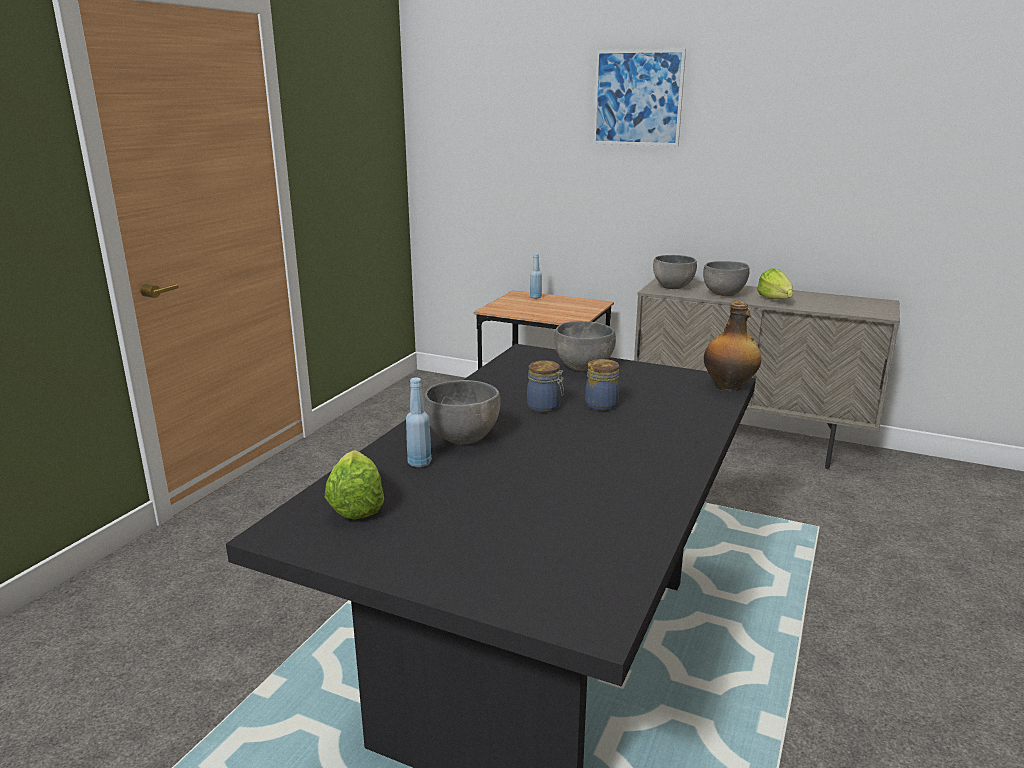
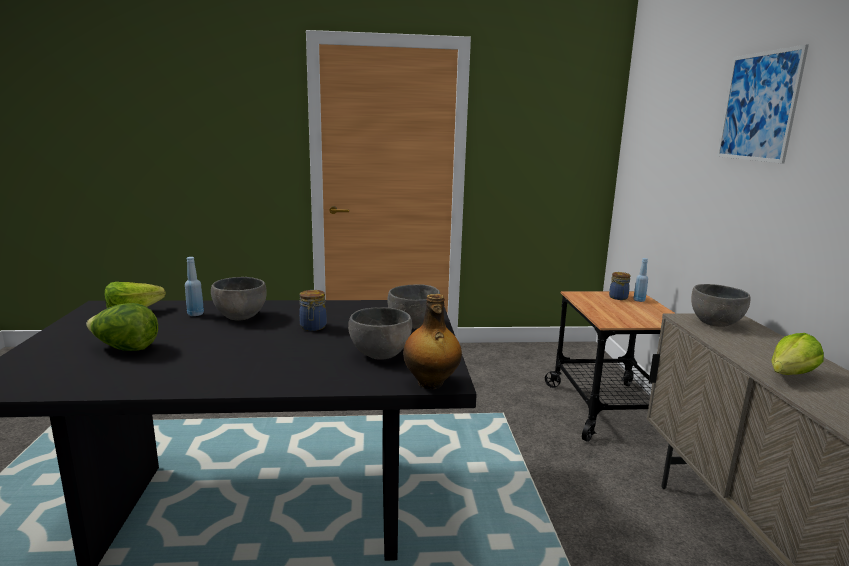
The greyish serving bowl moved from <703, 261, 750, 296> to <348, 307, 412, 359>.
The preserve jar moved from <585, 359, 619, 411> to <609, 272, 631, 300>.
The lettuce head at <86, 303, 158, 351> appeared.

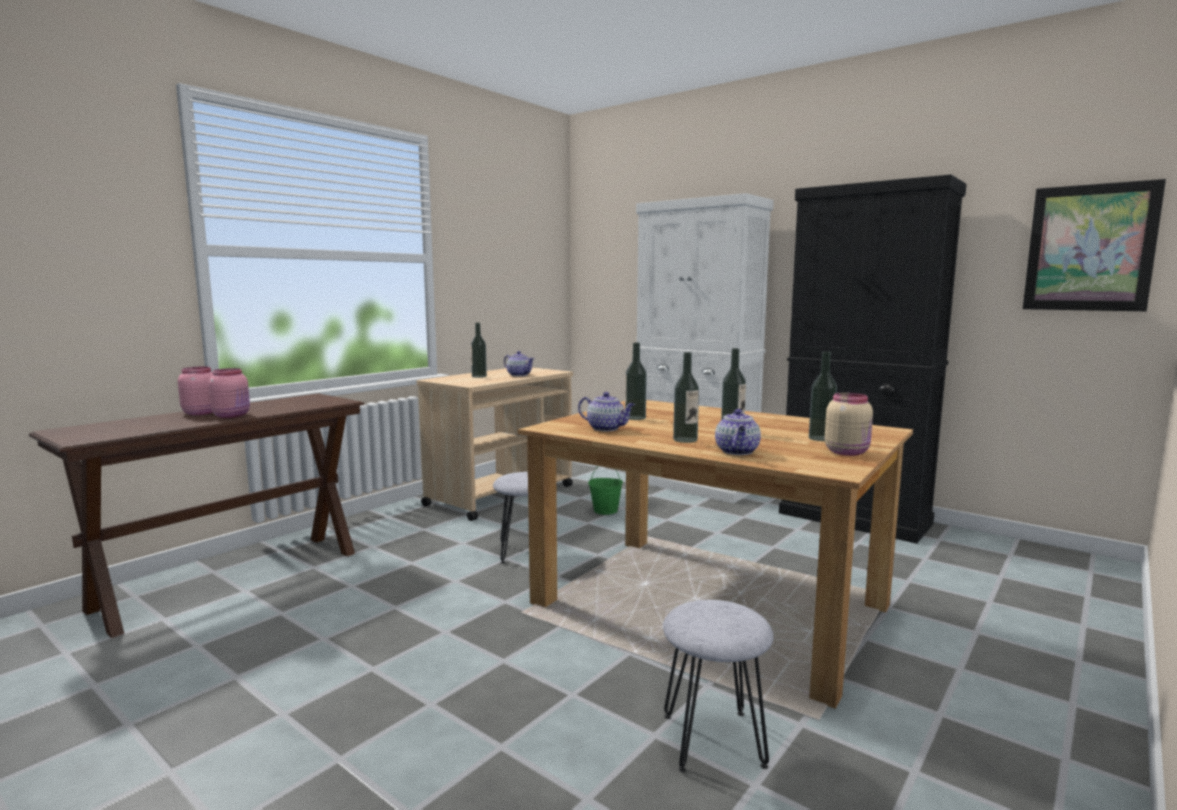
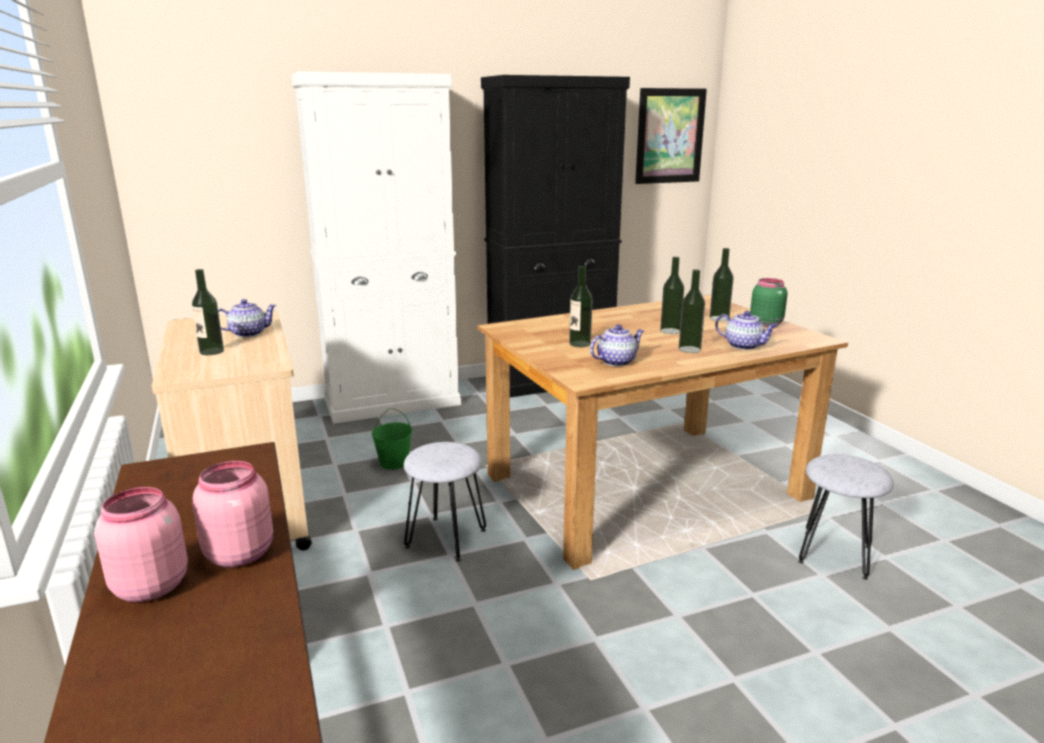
The beige-coloured preserve jar at <825, 393, 873, 456> became the greenish preserve jar at <750, 278, 788, 327>.

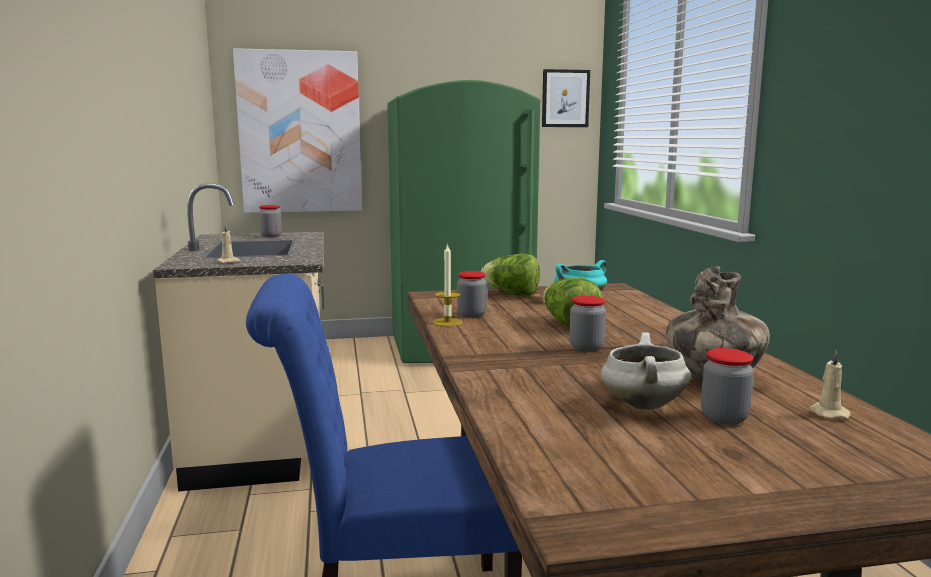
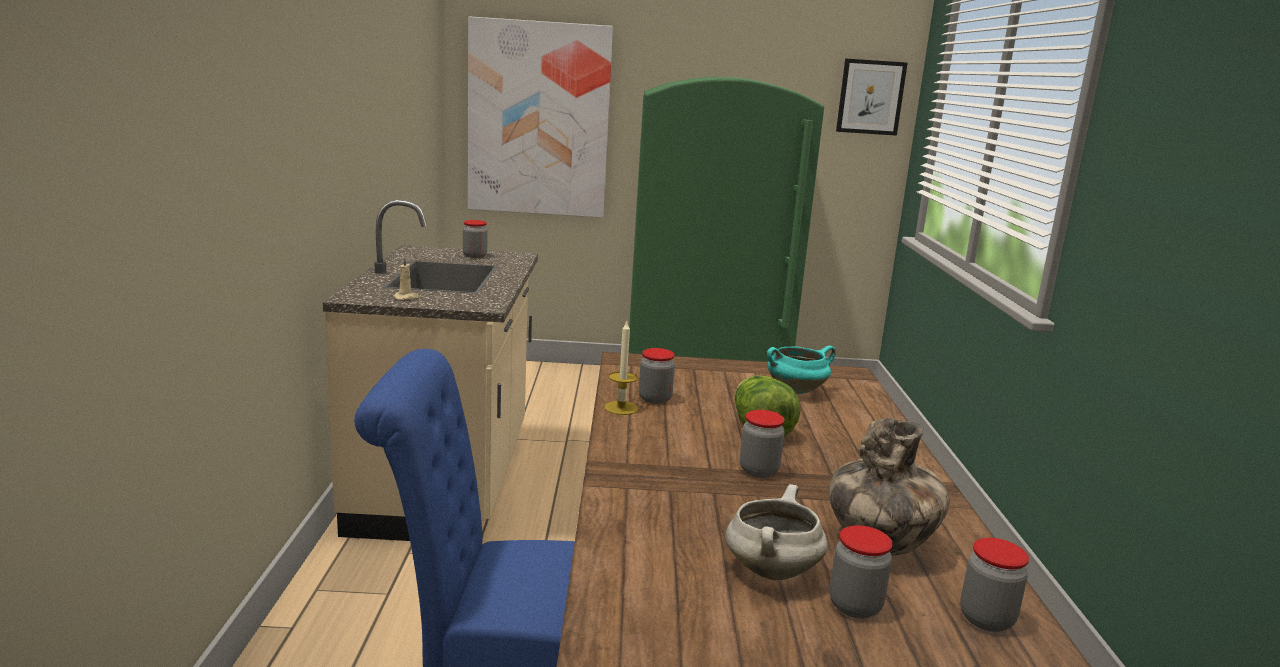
The lettuce head at <481, 254, 540, 296> disappeared.
The beige-coloured wax light at <810, 350, 850, 419> was replaced by the preserve jar at <960, 538, 1029, 632>.

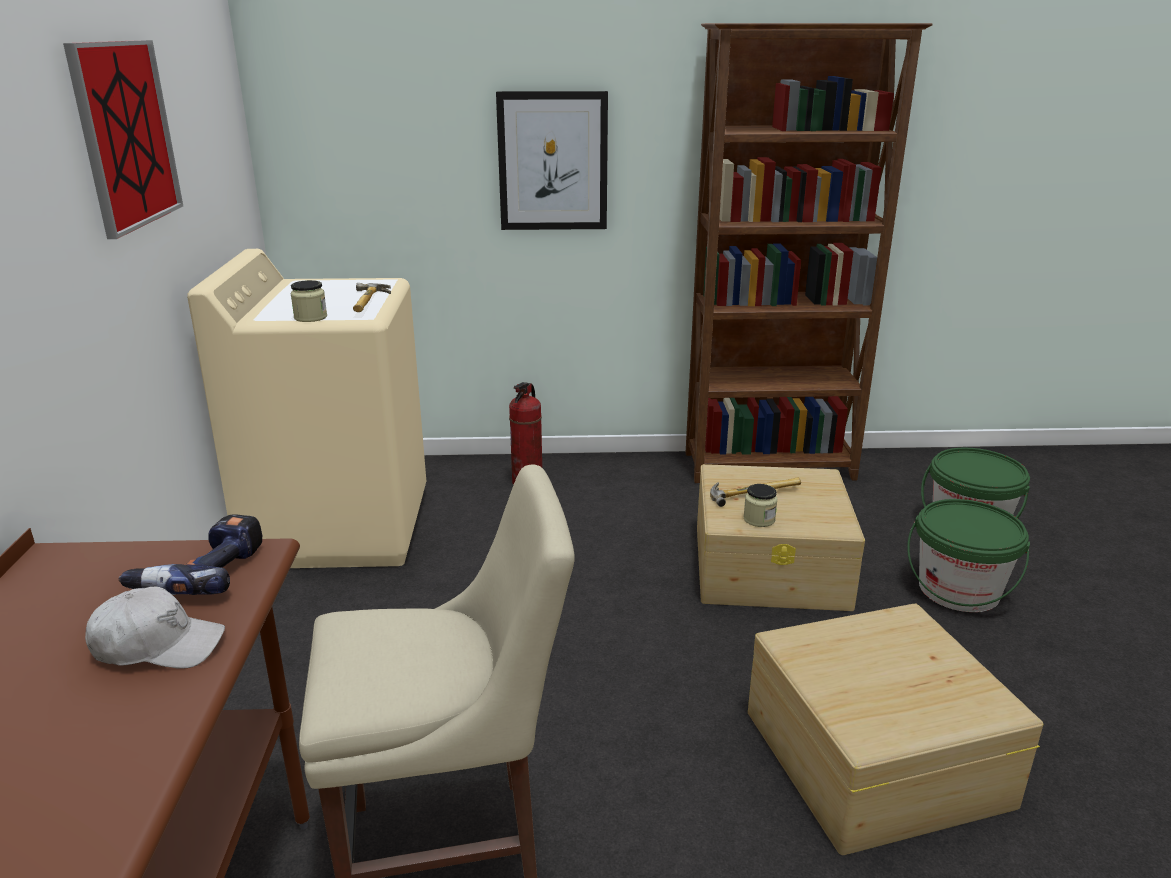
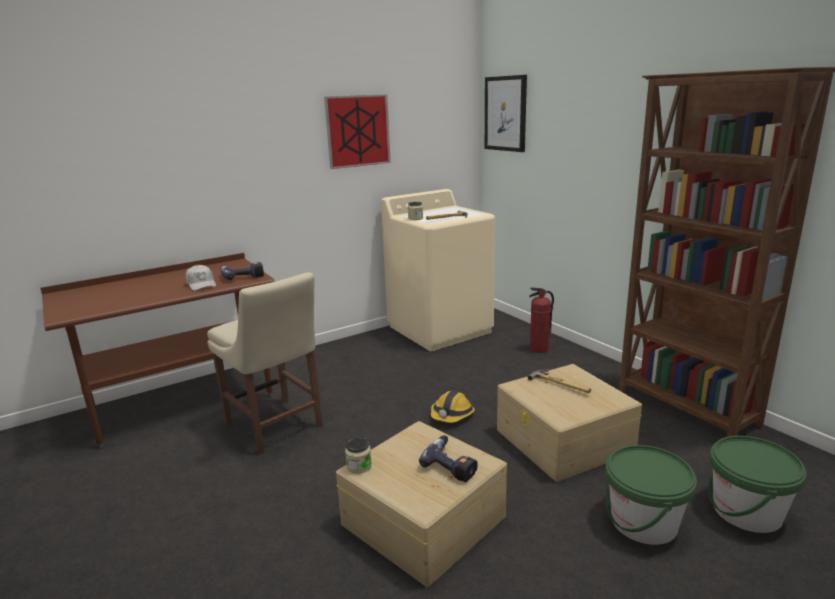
The picture moved from <496, 91, 608, 230> to <485, 75, 527, 152>.
The preserve jar moved from <743, 484, 778, 527> to <345, 437, 372, 474>.
The hard hat at <431, 390, 475, 423> appeared.
The power drill at <419, 435, 478, 482> appeared.

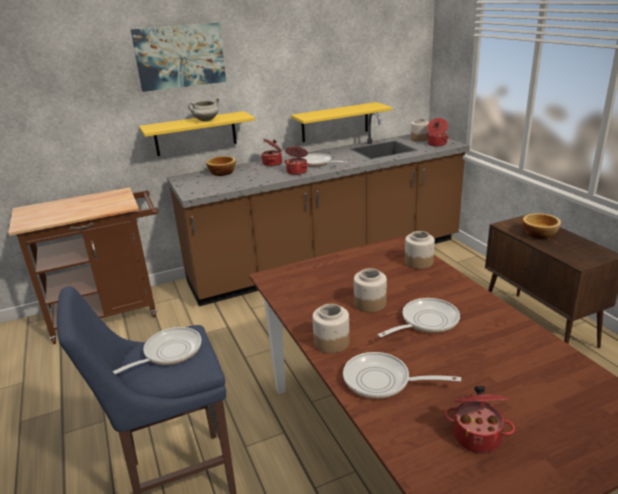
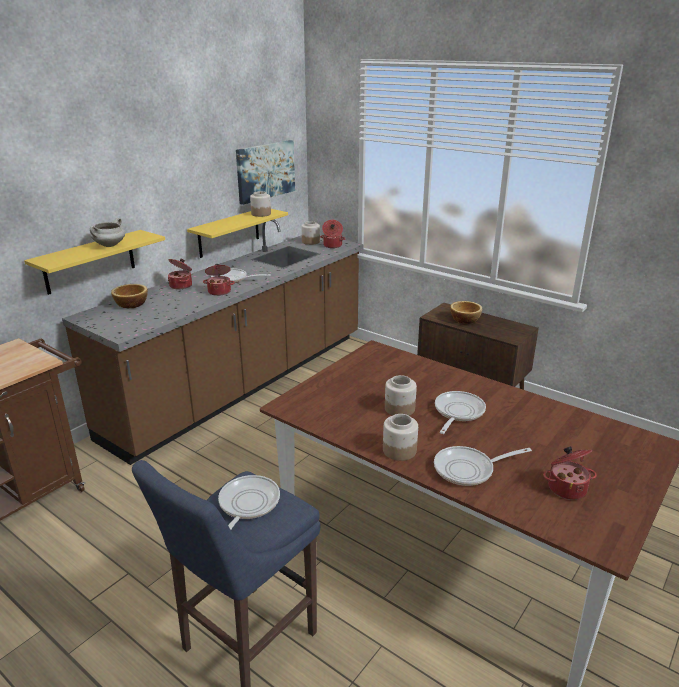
The picture moved from <130, 22, 226, 92> to <236, 140, 295, 205>.
The preserve jar moved from <405, 231, 435, 269> to <250, 191, 271, 217>.

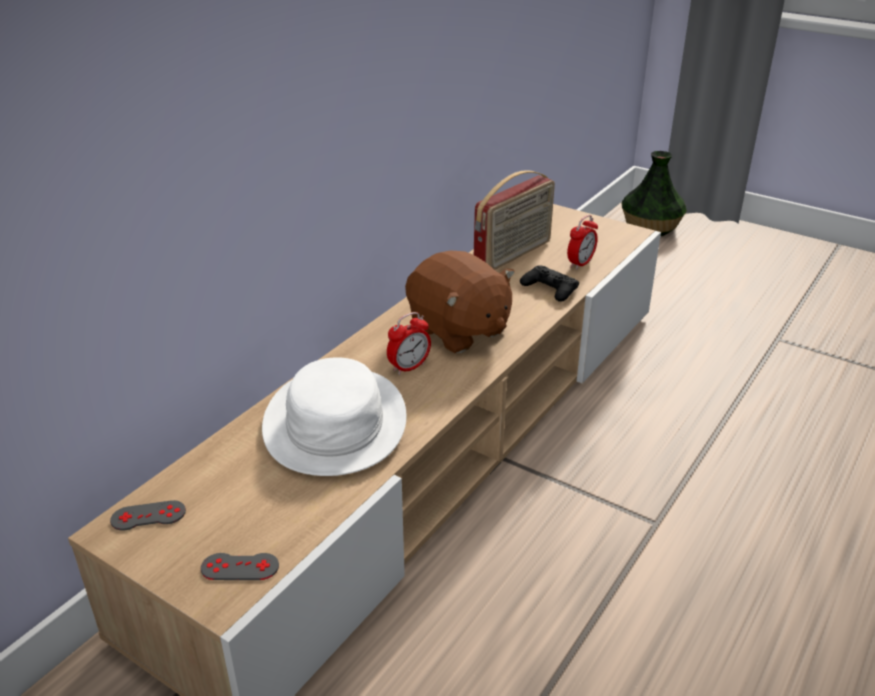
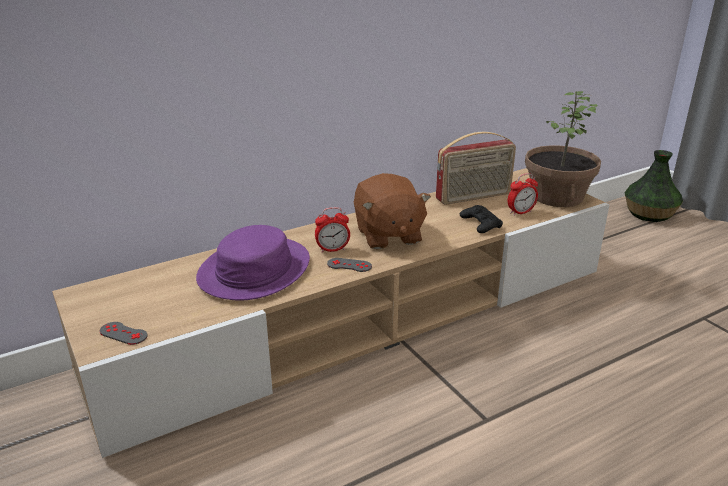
The white clothing hat at <262, 357, 407, 476> became the purplish clothing hat at <196, 225, 310, 301>.
The greyish joypad moved from <110, 500, 186, 530> to <327, 258, 372, 272>.
The plant in a pot at <525, 91, 601, 207> appeared.

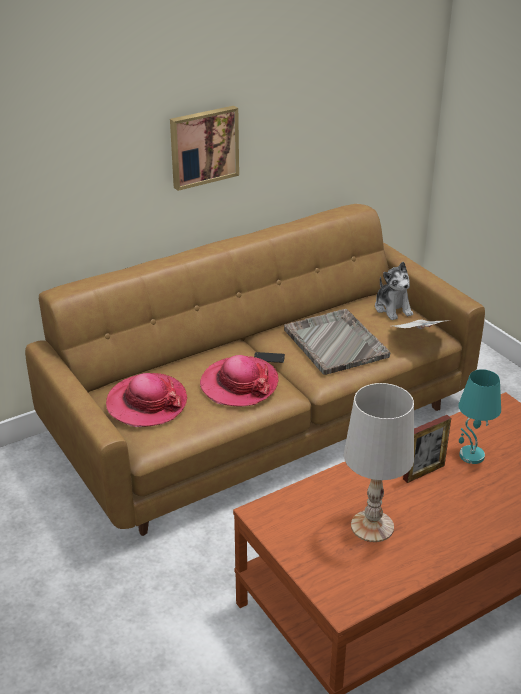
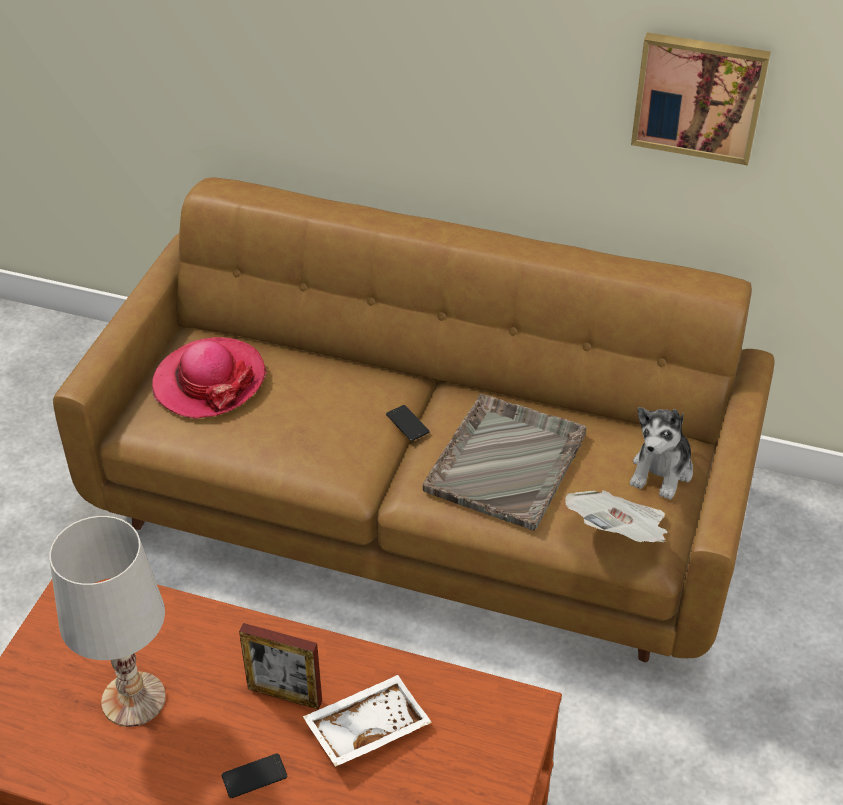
The picture moved from <170, 106, 239, 191> to <631, 32, 771, 165>.
The clothing hat at <200, 355, 279, 406> disappeared.
The blue-green table lamp at <458, 369, 501, 464> was replaced by the white serving tray at <303, 675, 432, 767>.
The telephone at <222, 754, 287, 798> appeared.

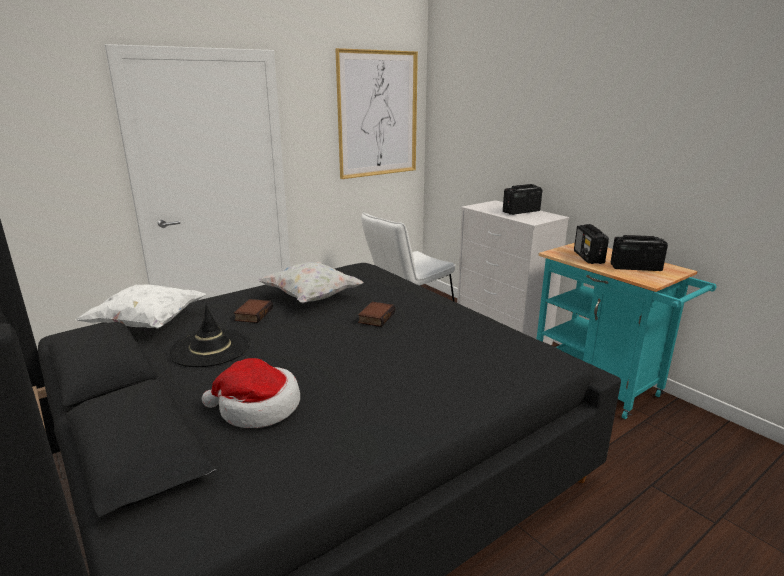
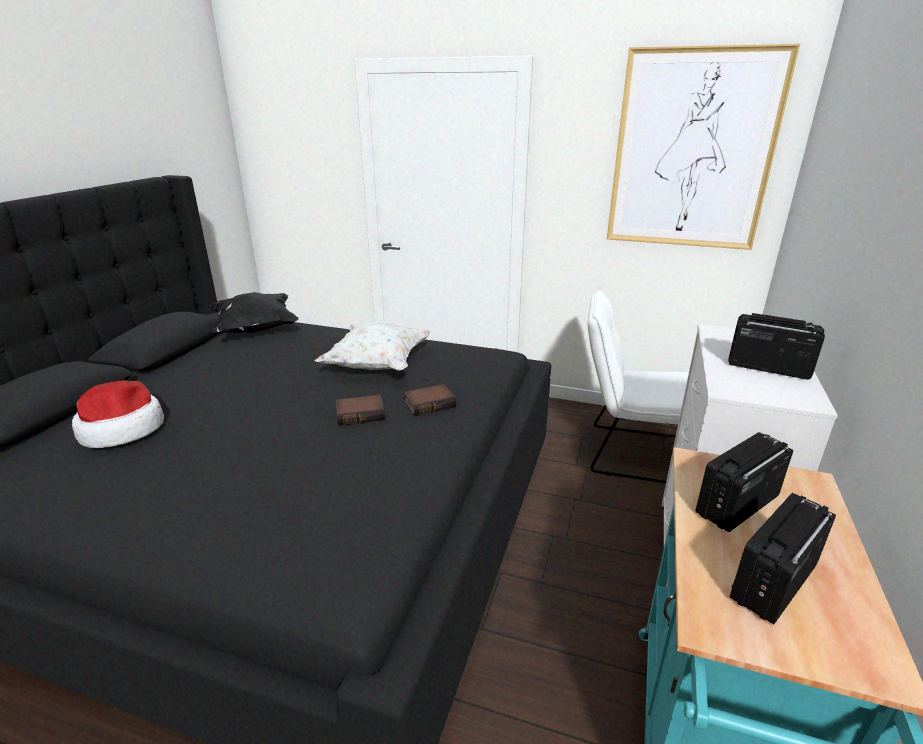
The radio receiver at <611, 235, 668, 271> turned 105 degrees counterclockwise.
The white cushion at <75, 284, 206, 329> became the blackish cushion at <210, 292, 299, 334>.
The bound book moved from <234, 299, 273, 323> to <404, 384, 456, 416>.
The blackish clothing hat at <168, 305, 251, 367> disappeared.

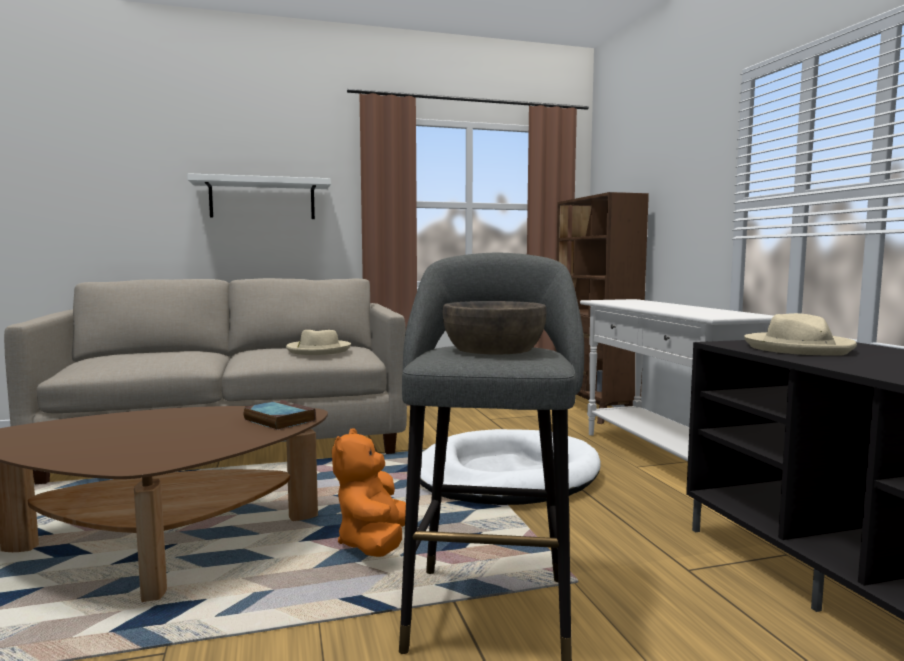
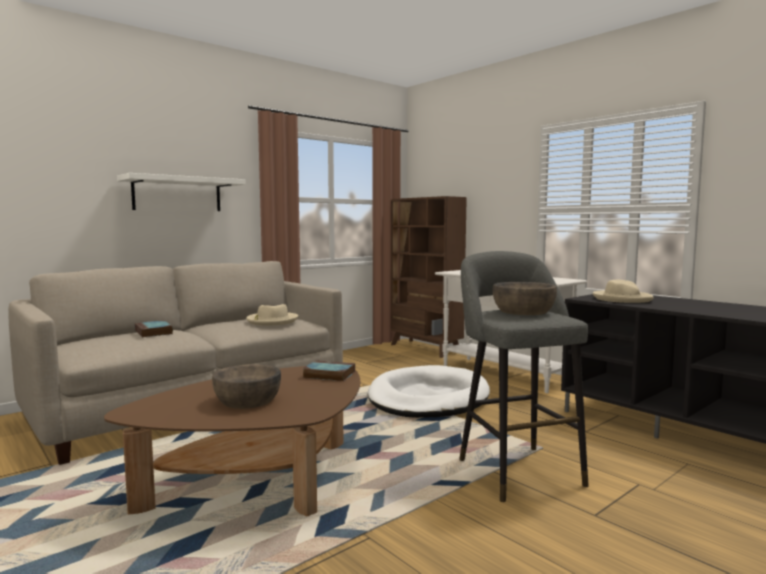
The orange-coloured cuddly toy at <332, 428, 406, 557> disappeared.
The bound book at <135, 320, 173, 337> appeared.
The brown-coloured serving bowl at <212, 364, 281, 409> appeared.

